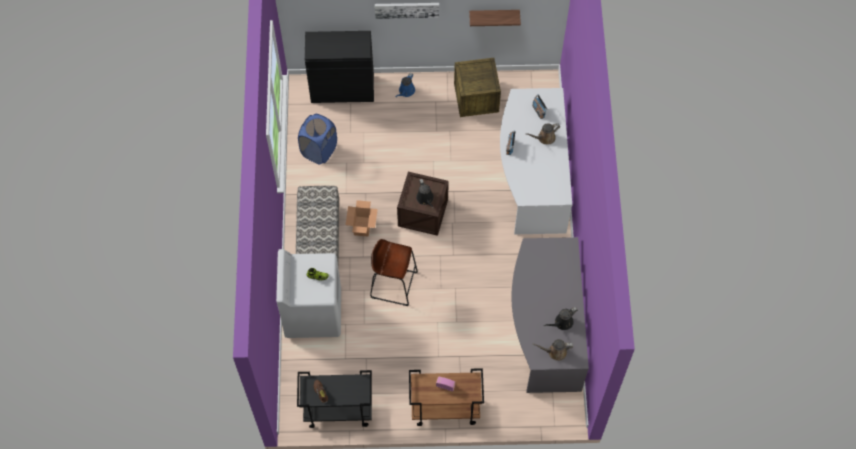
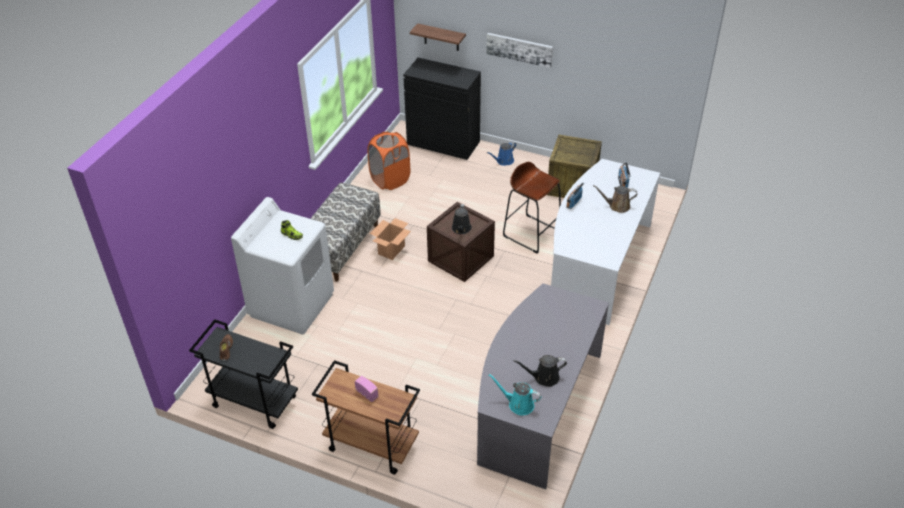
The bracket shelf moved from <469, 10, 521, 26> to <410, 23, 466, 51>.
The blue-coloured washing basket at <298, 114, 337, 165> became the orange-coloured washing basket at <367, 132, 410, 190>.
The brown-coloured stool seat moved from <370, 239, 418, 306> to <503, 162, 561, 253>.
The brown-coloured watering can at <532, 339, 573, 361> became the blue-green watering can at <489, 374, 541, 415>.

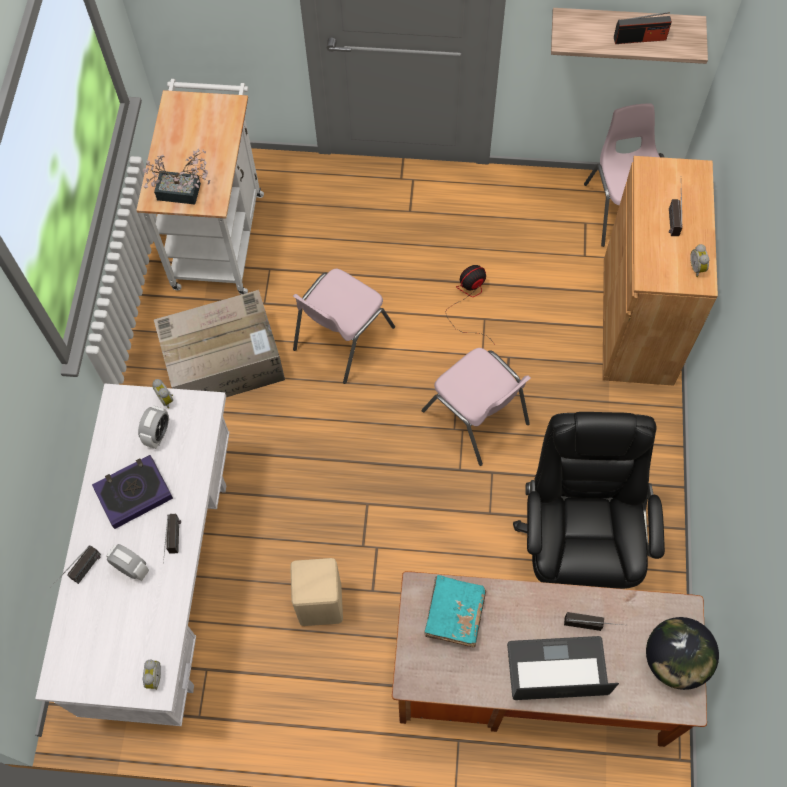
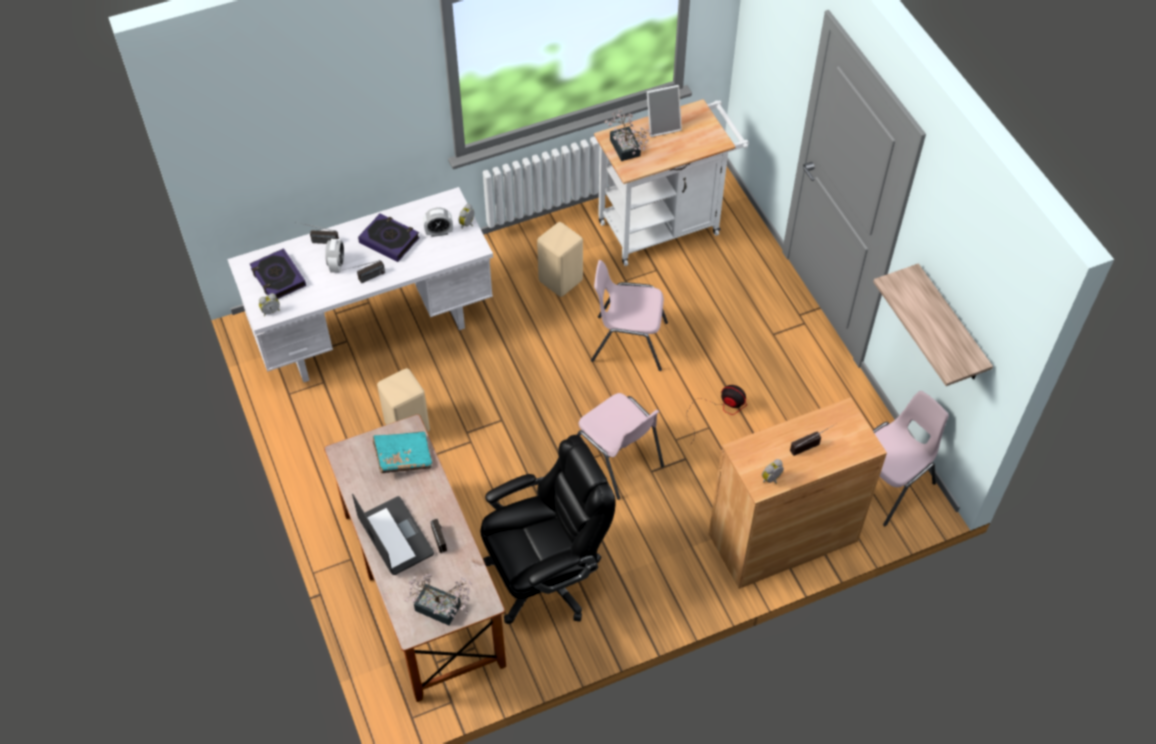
The radio receiver at <614, 12, 672, 44> disappeared.
The packing box at <154, 290, 285, 397> was replaced by the beige-coloured stool seat at <537, 222, 583, 297>.
The pinkish upright chair at <422, 348, 531, 466> turned 60 degrees counterclockwise.
The desk globe at <646, 617, 719, 690> was replaced by the plant in a pot at <404, 574, 471, 625>.
The photo frame at <647, 85, 682, 137> appeared.
The bound book at <250, 248, 306, 299> appeared.

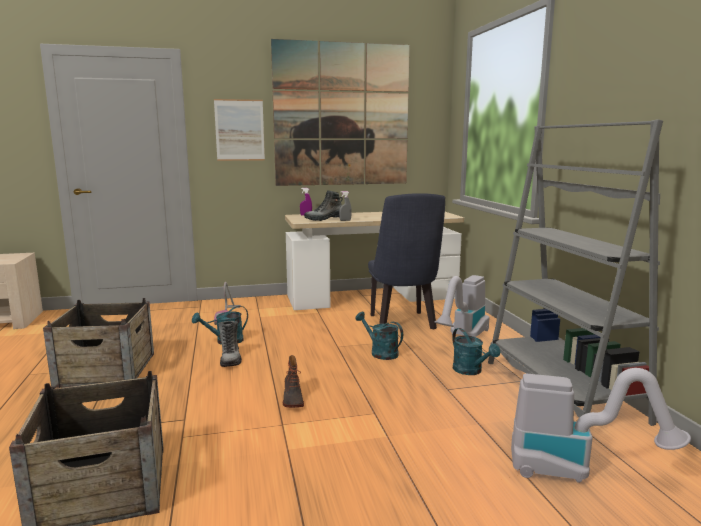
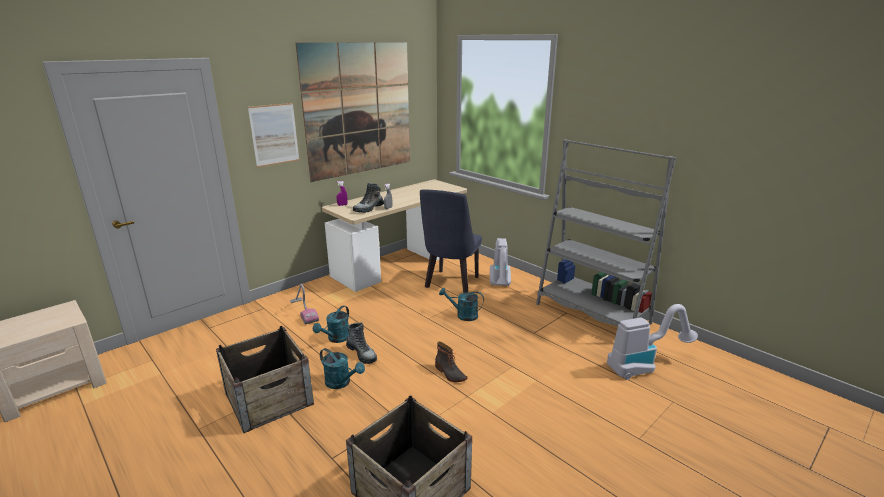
The blue-coloured upright chair at <368, 193, 445, 329> turned 60 degrees clockwise.
The blue-green watering can moved from <452, 328, 500, 375> to <320, 348, 365, 389>.

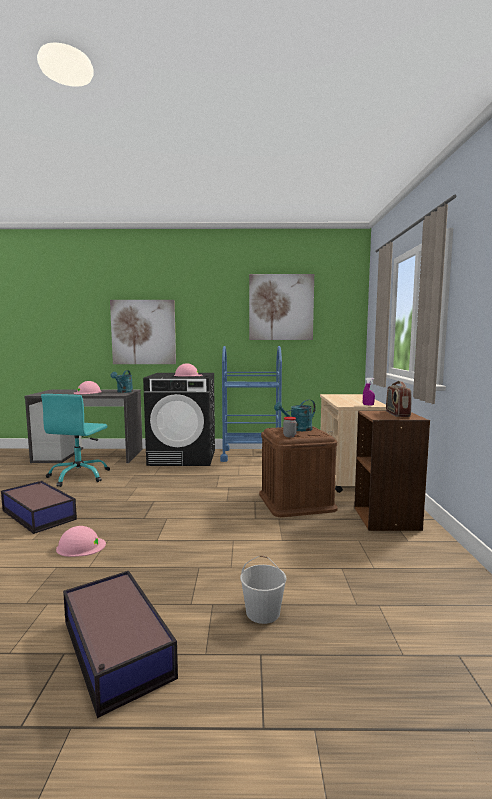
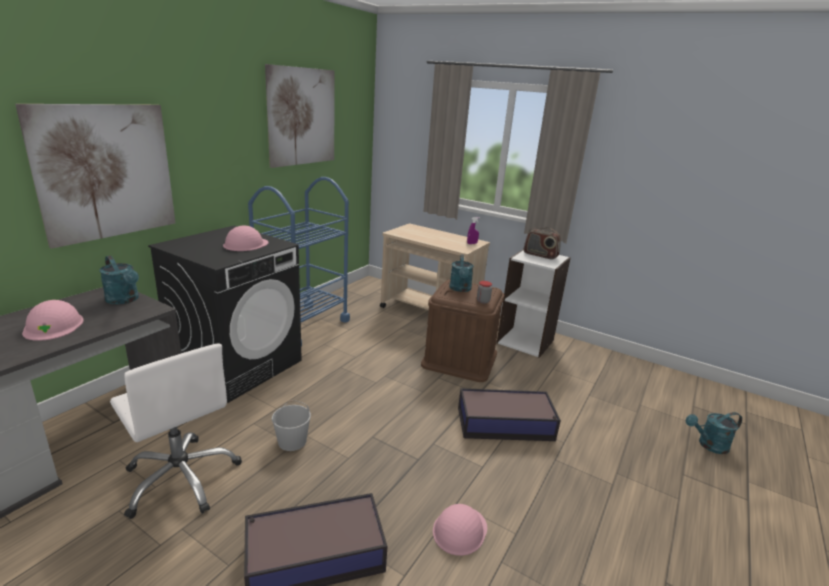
The blue-green office chair at <41, 394, 110, 487> became the white office chair at <110, 343, 242, 519>.
The brown-coloured shelving unit at <354, 410, 430, 531> became the white shelving unit at <497, 249, 571, 358>.
The white pail moved from <240, 555, 287, 624> to <272, 400, 311, 451>.
The storage container moved from <63, 571, 178, 718> to <458, 388, 561, 441>.
The blue-green watering can at <685, 412, 742, 454> appeared.

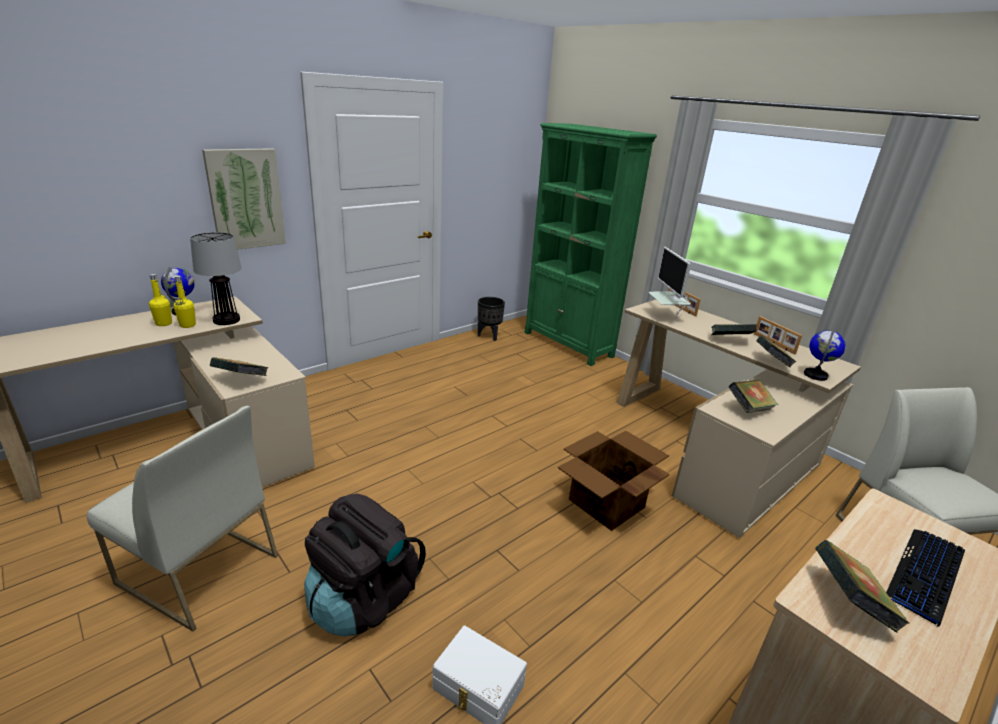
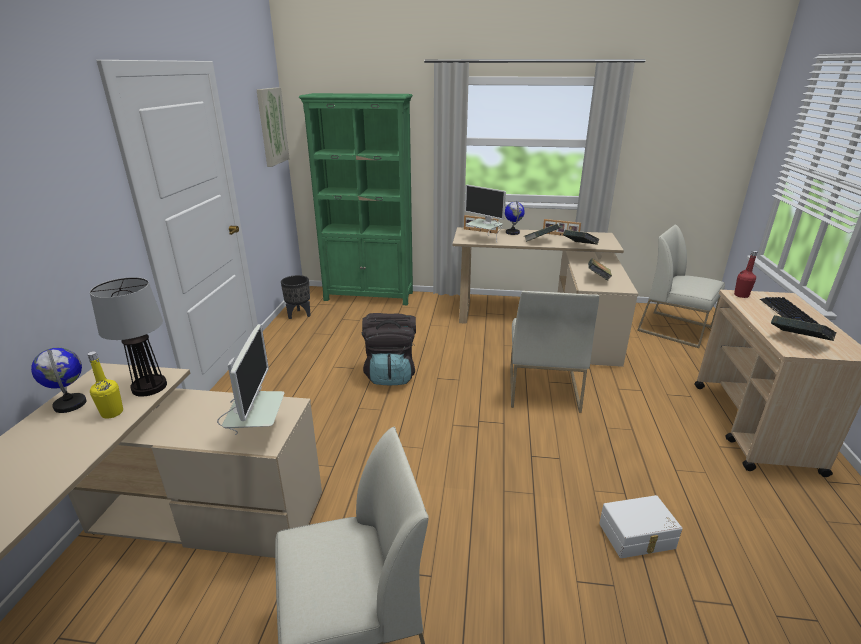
The picture moved from <202, 148, 286, 250> to <256, 87, 290, 167>.
The yellow-coloured beverage bottle at <149, 274, 172, 326> disappeared.
The desk globe moved from <804, 330, 846, 381> to <505, 201, 525, 235>.
The bound book at <210, 357, 268, 376> was replaced by the computer display at <217, 324, 284, 435>.
The packing box at <558, 431, 669, 531> was replaced by the white upright chair at <510, 291, 599, 413>.
The blackish knapsack moved from <304, 494, 426, 636> to <361, 313, 416, 385>.
The red-coloured beverage bottle at <734, 250, 757, 298> appeared.

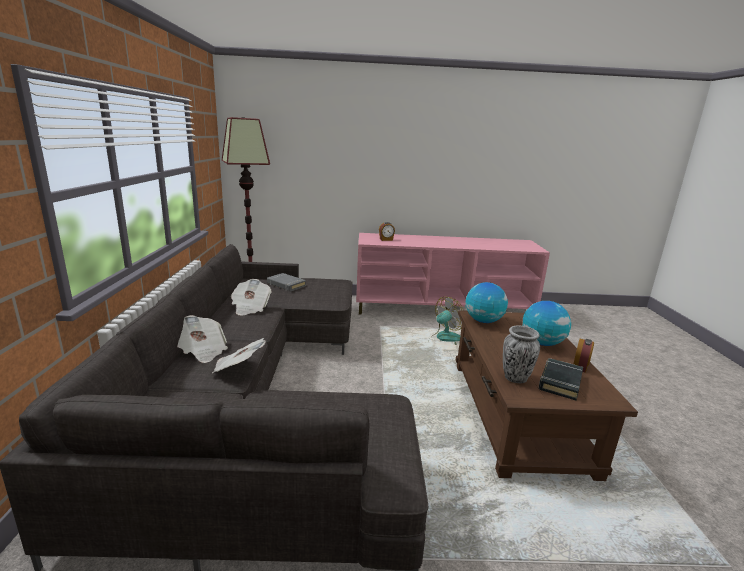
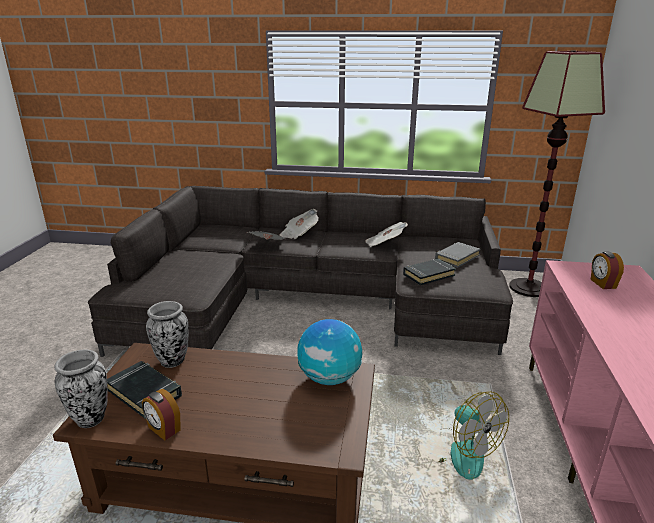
The desk globe at <522, 301, 571, 346> disappeared.
The blackish bound book at <403, 259, 456, 285> appeared.
The vase at <54, 350, 108, 428> appeared.

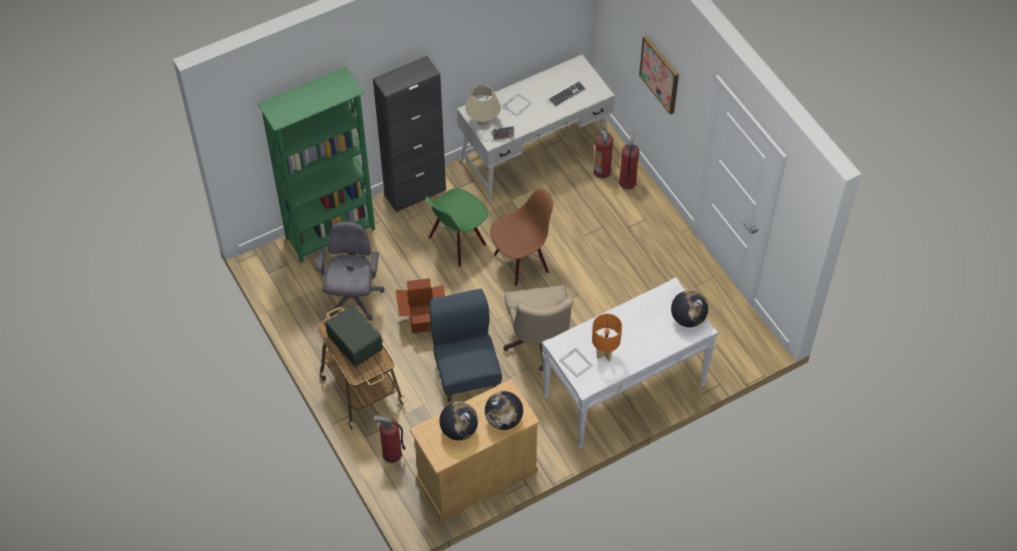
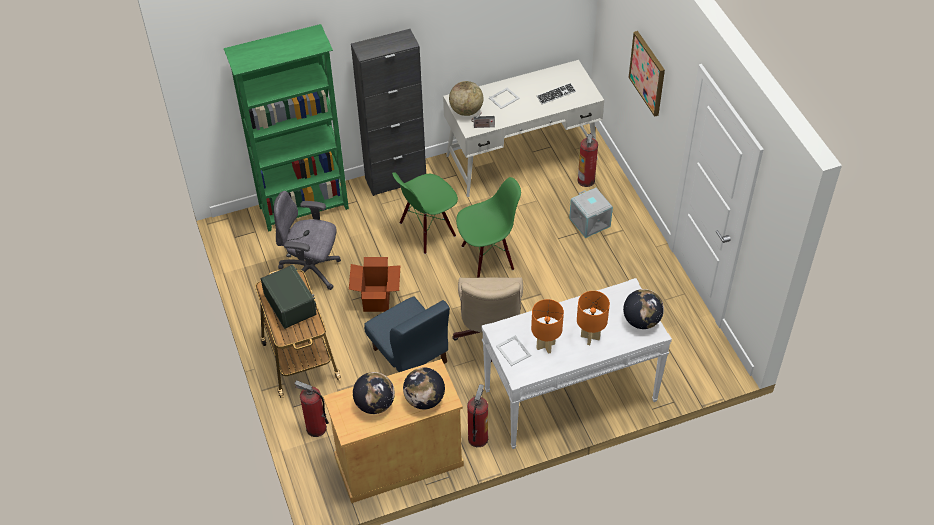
The beige-coloured table lamp at <465, 85, 501, 126> was replaced by the desk globe at <449, 81, 483, 116>.
The fire extinguisher moved from <619, 132, 640, 189> to <467, 384, 488, 447>.
The brown-coloured upright chair at <490, 188, 553, 286> became the greenish upright chair at <456, 177, 521, 278>.
The greyish office chair at <316, 221, 384, 321> turned 90 degrees counterclockwise.
The blue-coloured upright chair at <429, 289, 502, 402> turned 150 degrees clockwise.
The greyish storage container at <569, 188, 613, 238> appeared.
The orange-coloured table lamp at <577, 291, 610, 345> appeared.

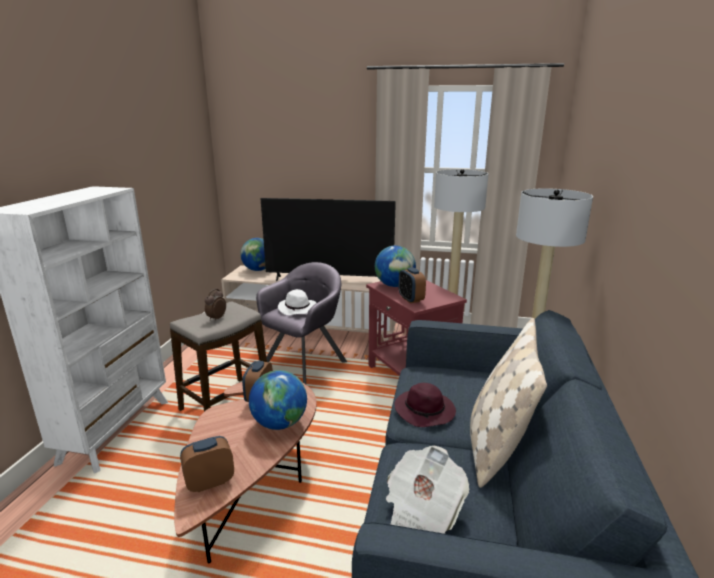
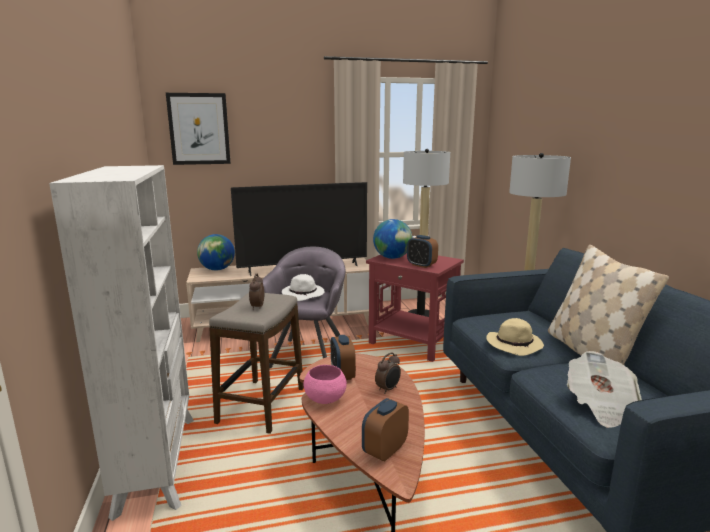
The desk globe at <249, 370, 307, 430> was replaced by the alarm clock at <375, 353, 401, 394>.
The purplish clothing hat at <395, 383, 456, 427> became the beige-coloured clothing hat at <486, 318, 544, 356>.
The picture at <166, 93, 231, 165> appeared.
The pinkish serving bowl at <303, 365, 347, 404> appeared.

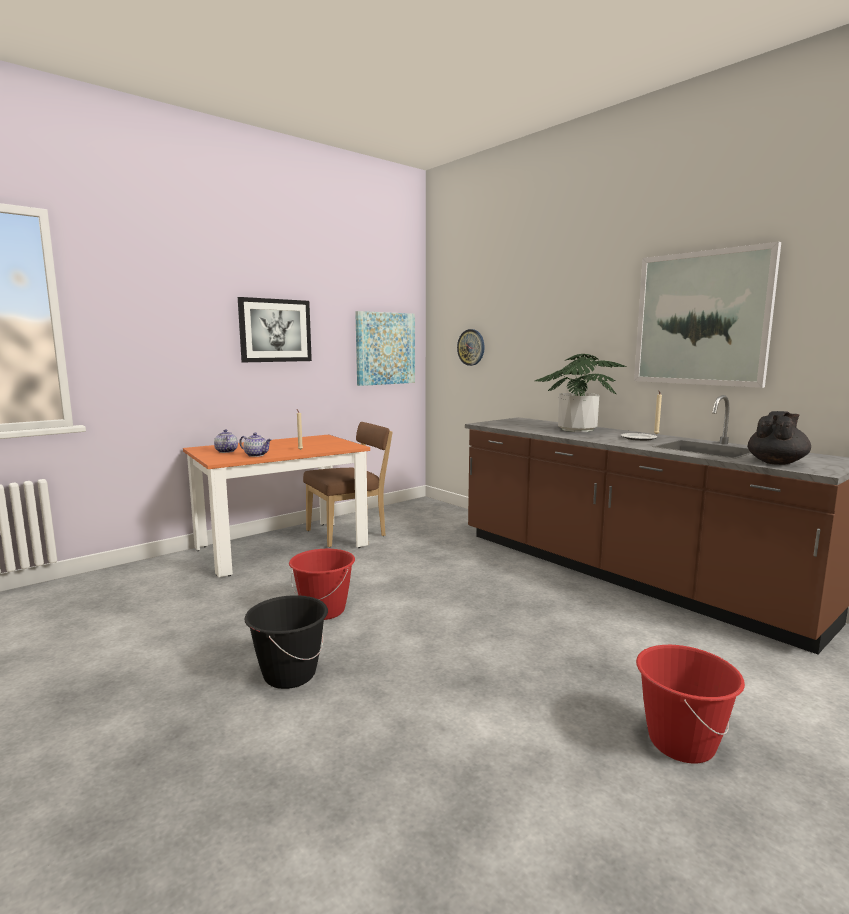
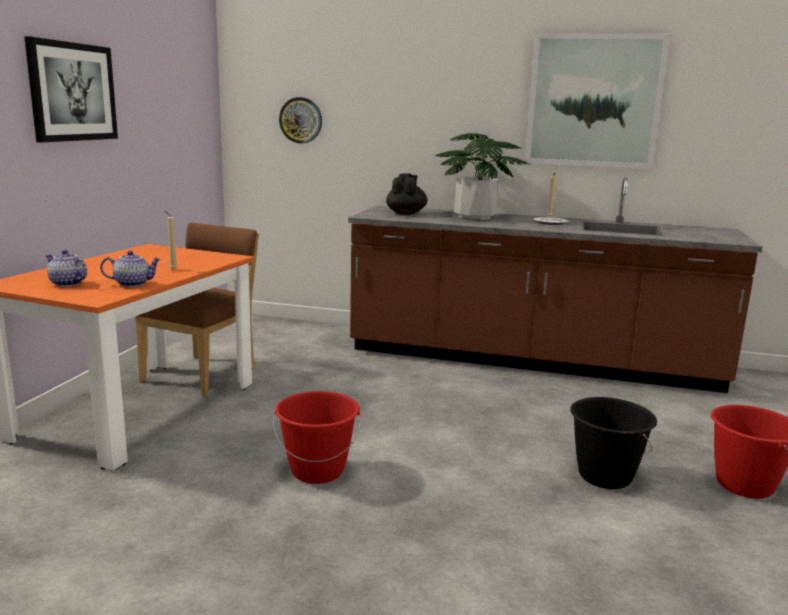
The picture at <355, 311, 415, 386> disappeared.
The blackish pot for tea moved from <748, 411, 811, 465> to <386, 173, 427, 215>.
The blackish pail moved from <244, 595, 328, 689> to <570, 397, 657, 489>.

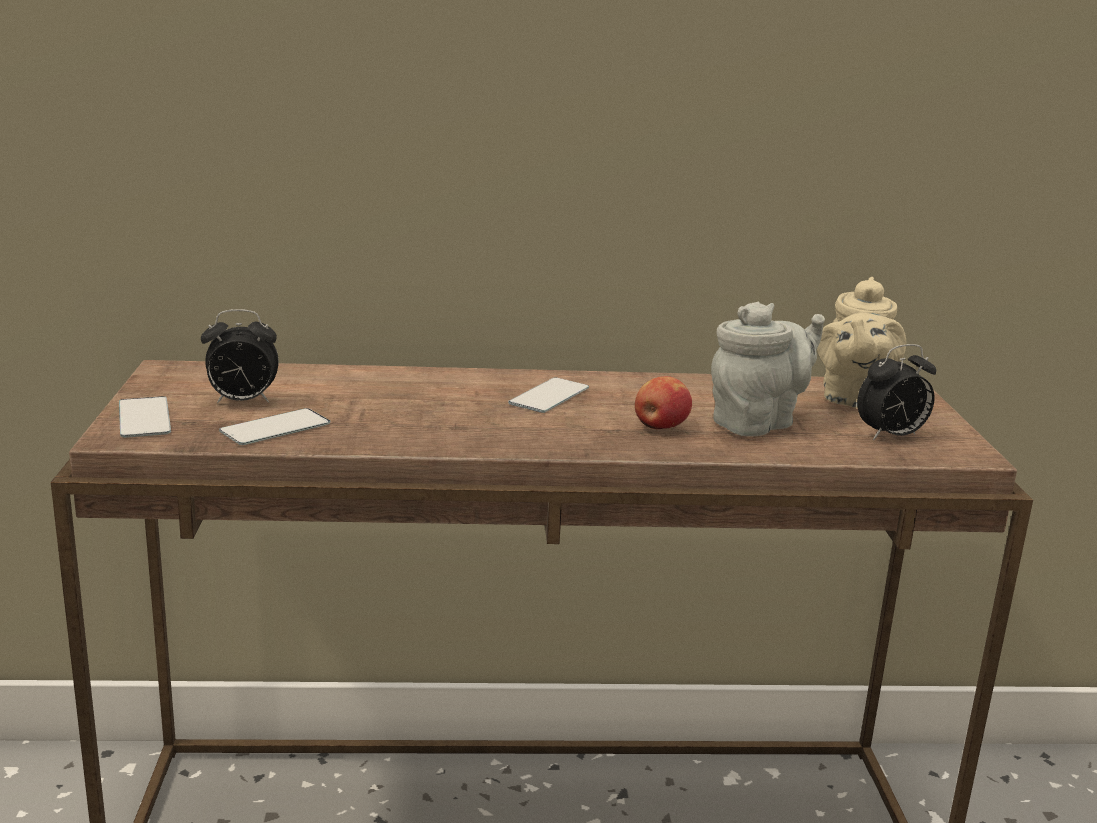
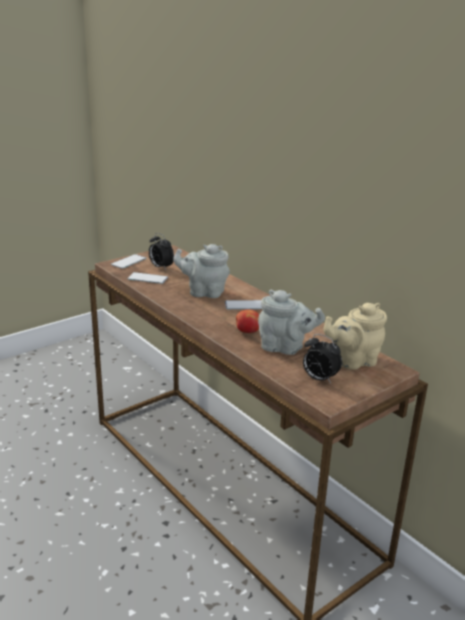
The greyish pot for tea at <173, 244, 230, 298> appeared.

